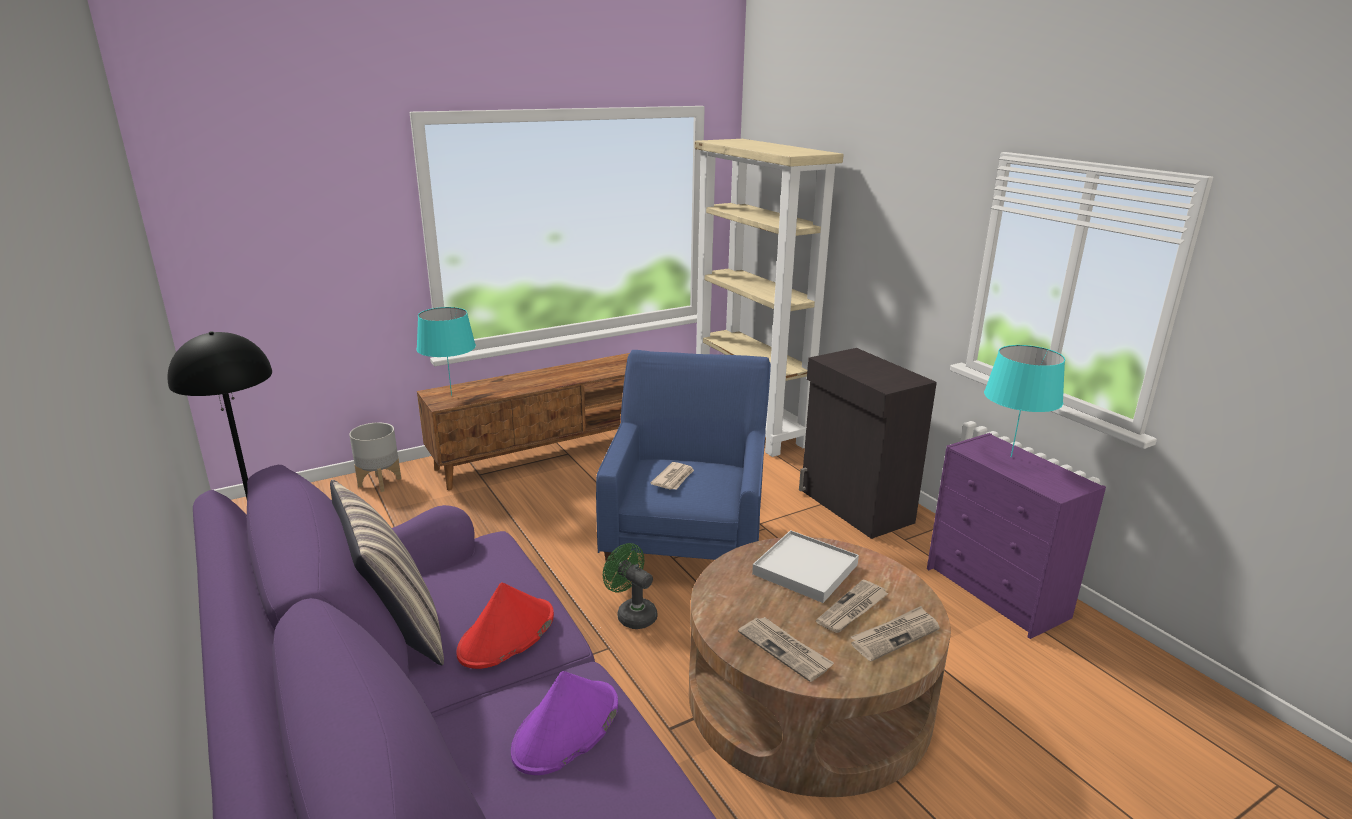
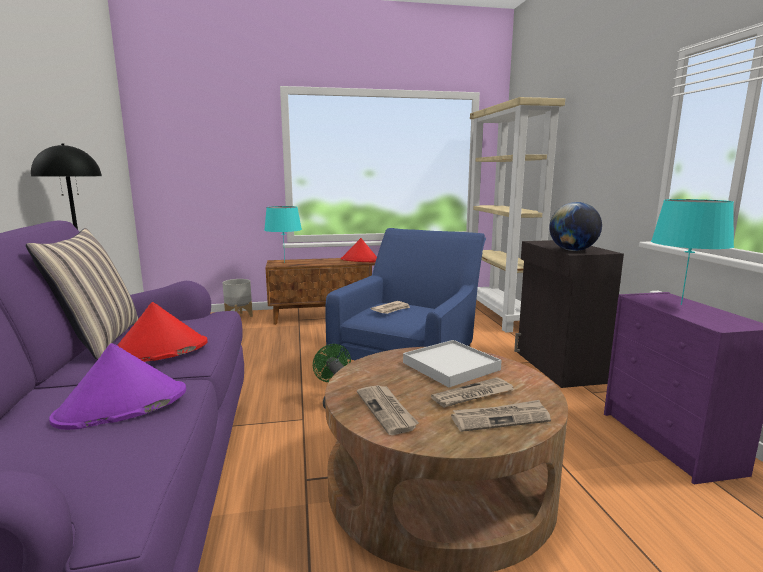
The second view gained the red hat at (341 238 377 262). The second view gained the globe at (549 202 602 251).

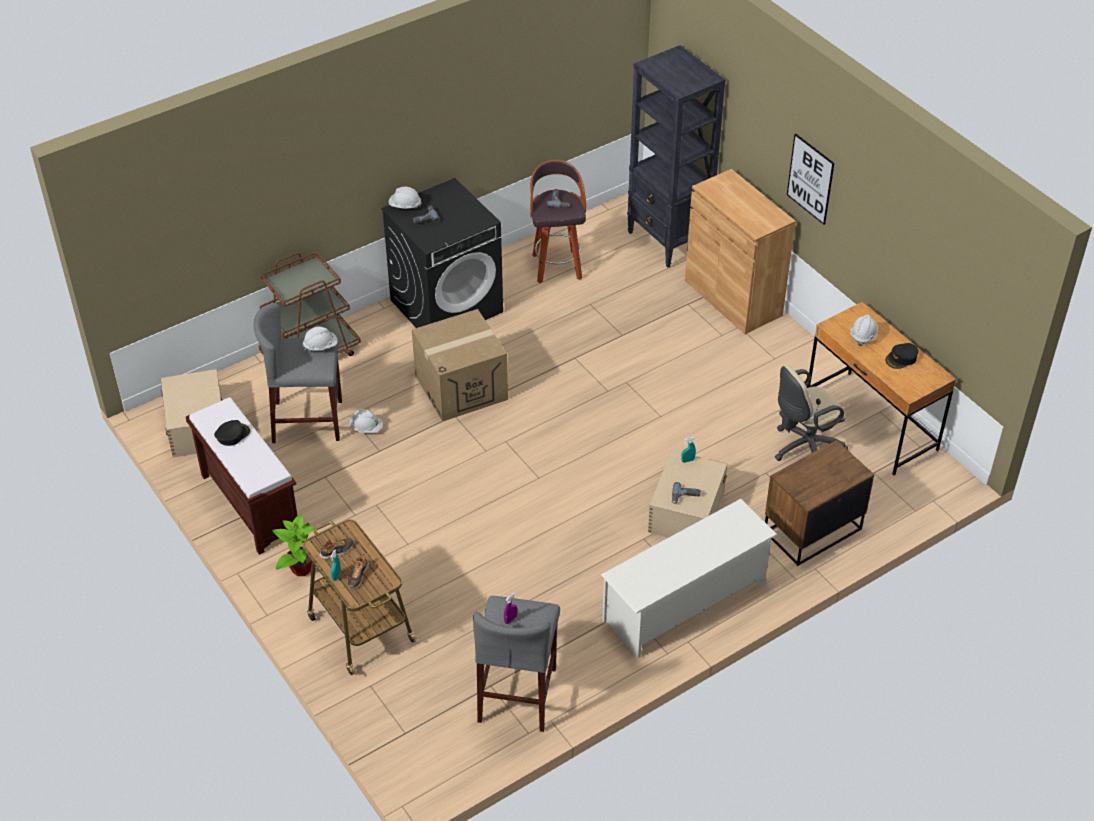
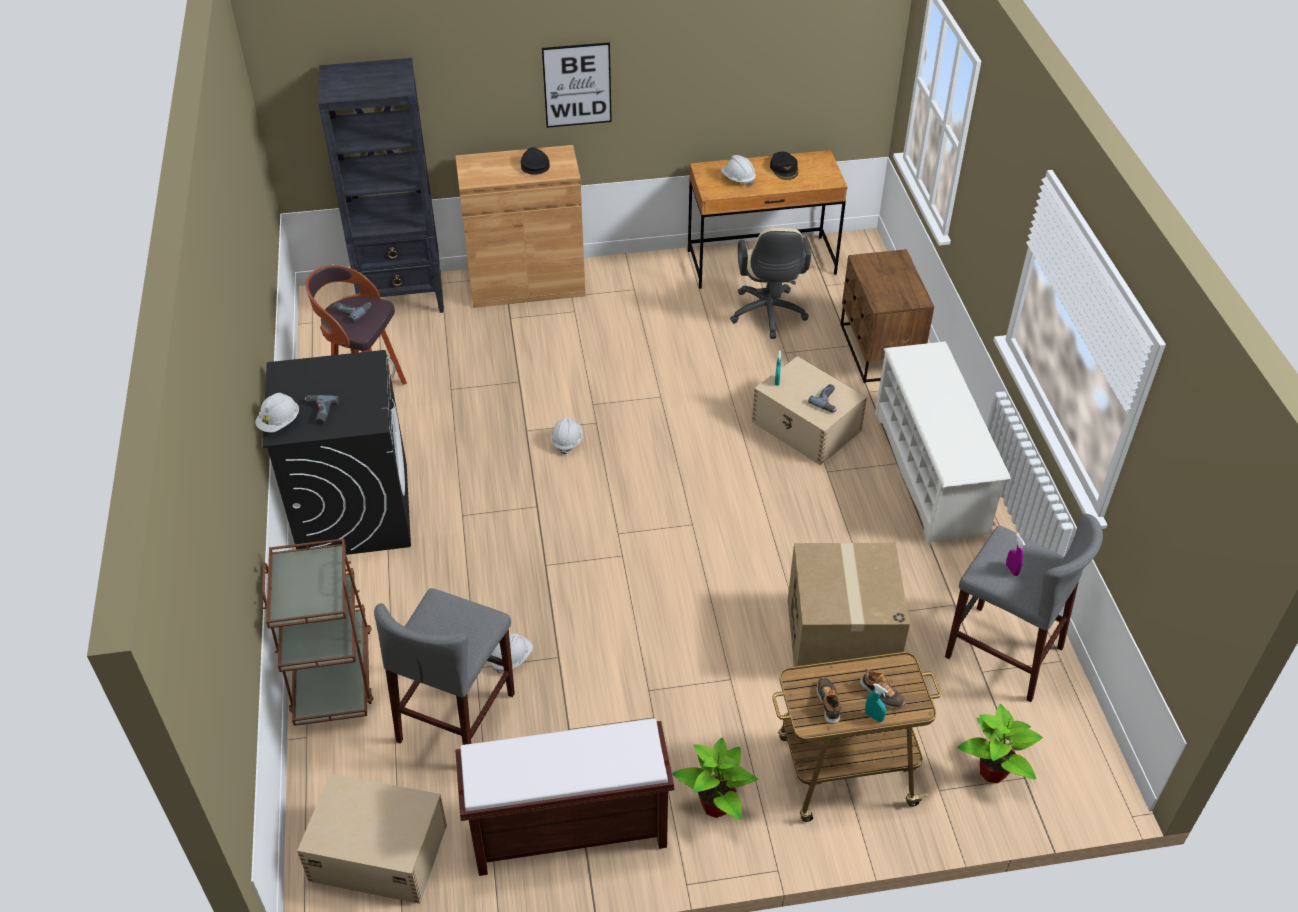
The second view gained the potted plant at (957 704 1043 783). The black cap ended up elsewhere, having gone from (214 420 250 446) to (521 147 550 175). The white hard hat ended up elsewhere, having gone from (303 327 338 351) to (551 417 583 454). The cardboard box ended up elsewhere, having gone from (412 309 508 422) to (788 543 910 681).

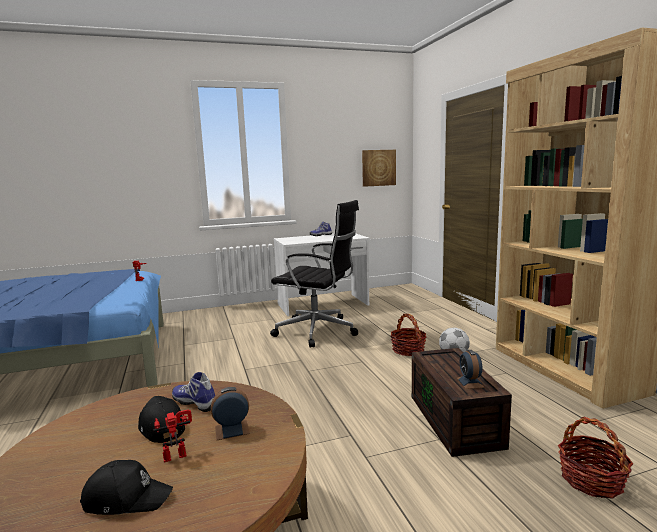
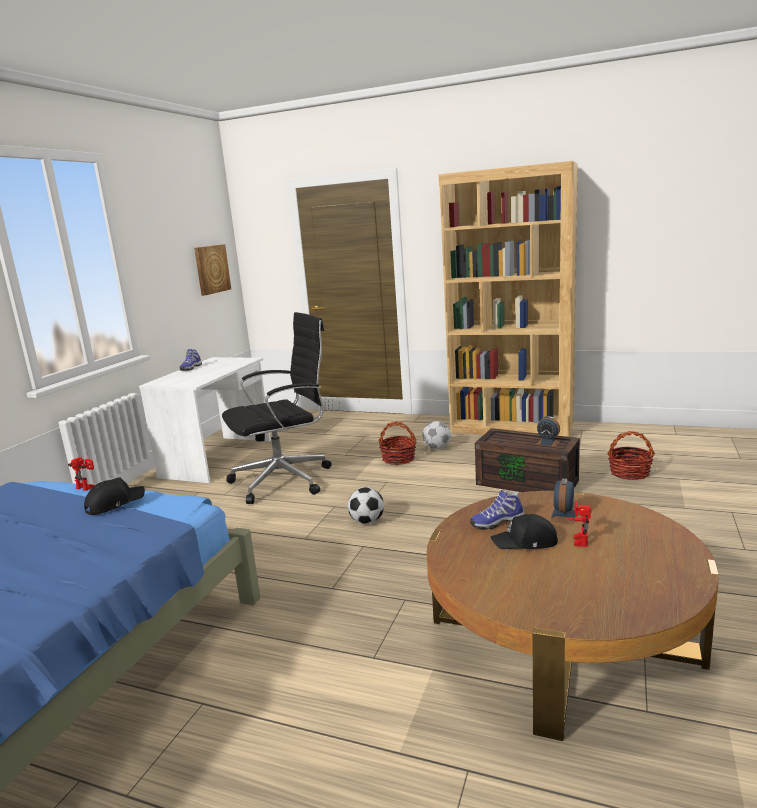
The second view gained the football at (348 487 384 524). The black cap ended up elsewhere, having gone from (80 460 173 515) to (84 477 145 515).

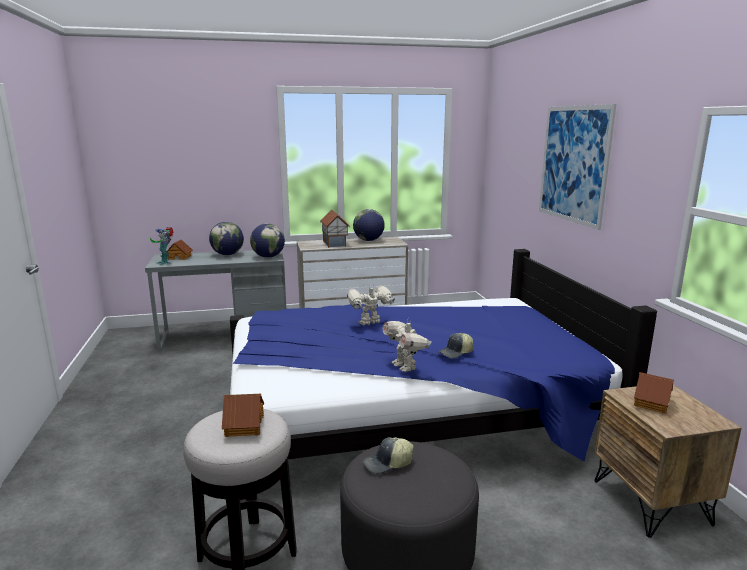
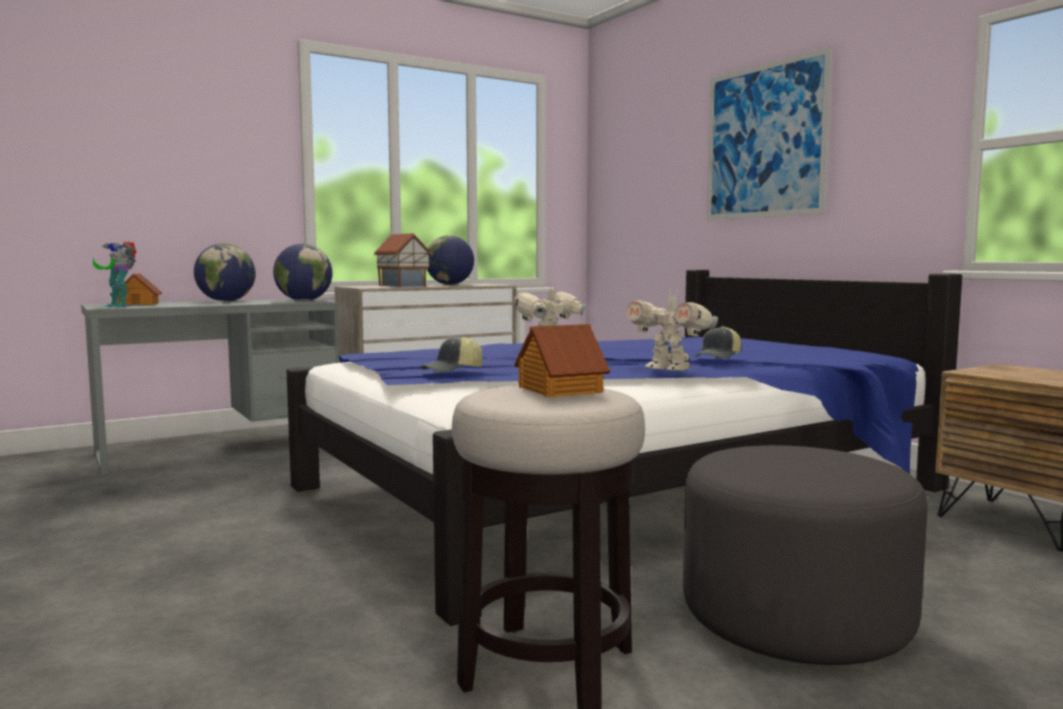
The second view lost the toy house at (634 372 674 414). The cap ended up elsewhere, having gone from (363 437 414 474) to (420 336 483 372).

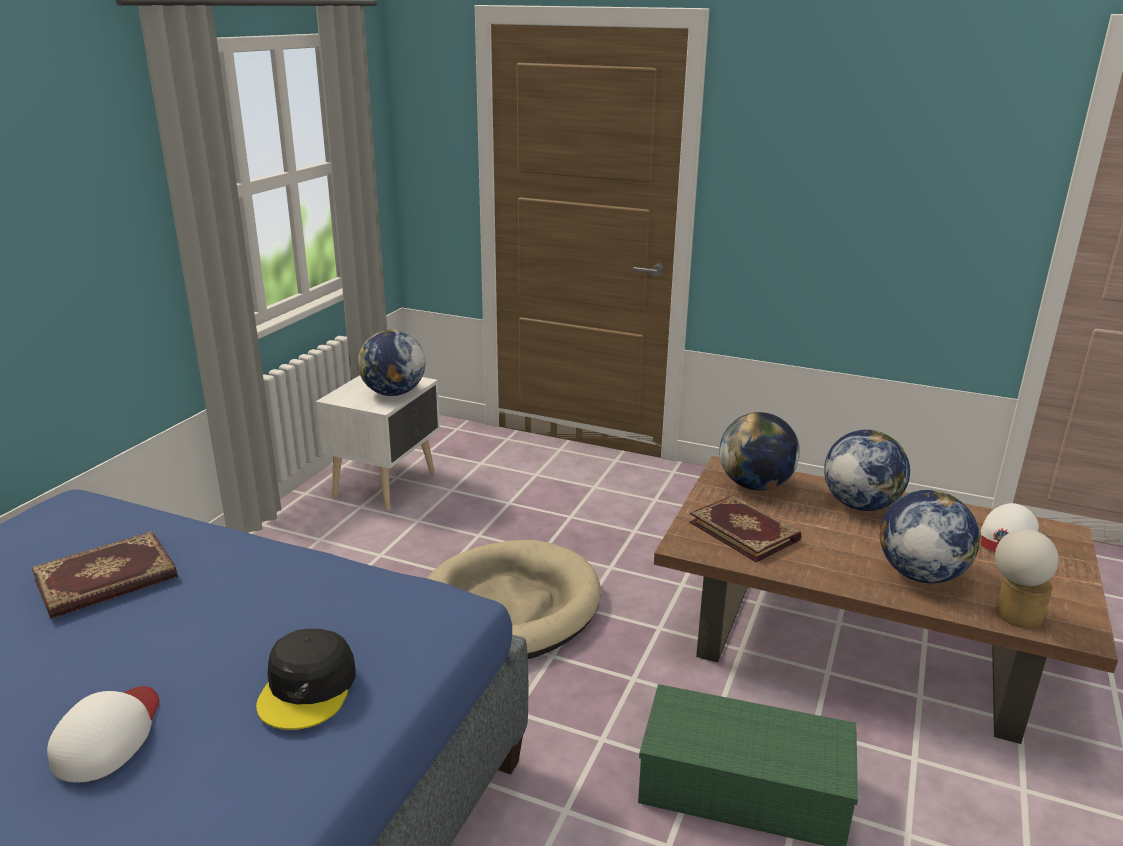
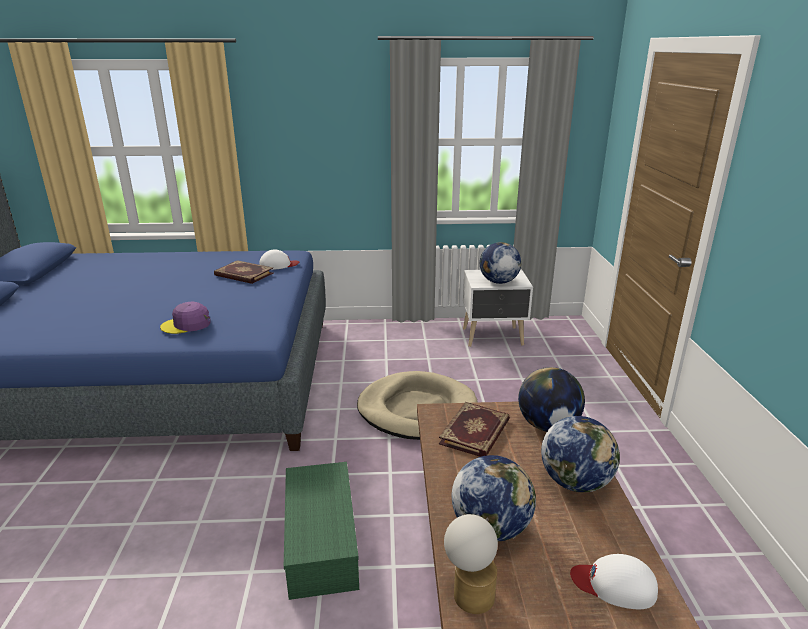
The white cap ended up elsewhere, having gone from (47 686 159 782) to (259 250 299 270). What was the black cap at (256 629 356 730) turned into the purple cap at (160 302 211 334).

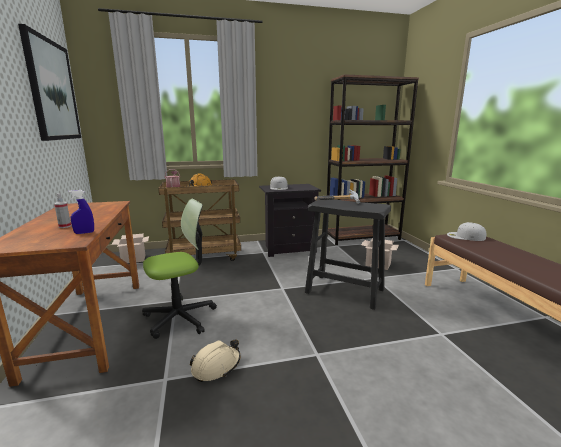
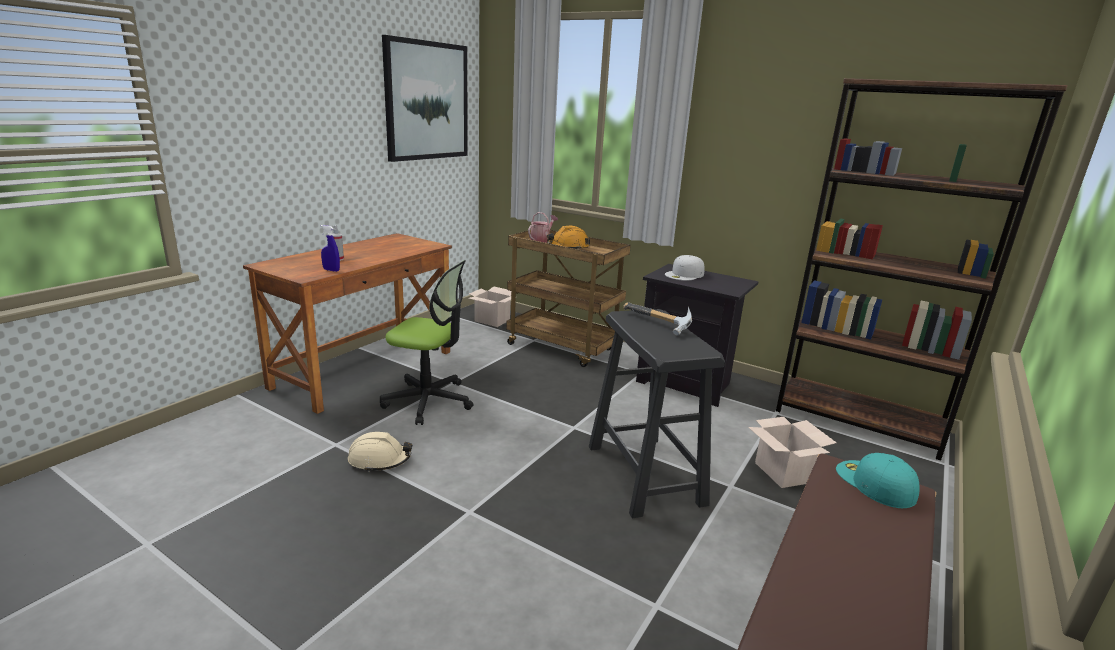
What was the white cap at (447 222 486 241) turned into the turquoise cap at (836 453 920 508).

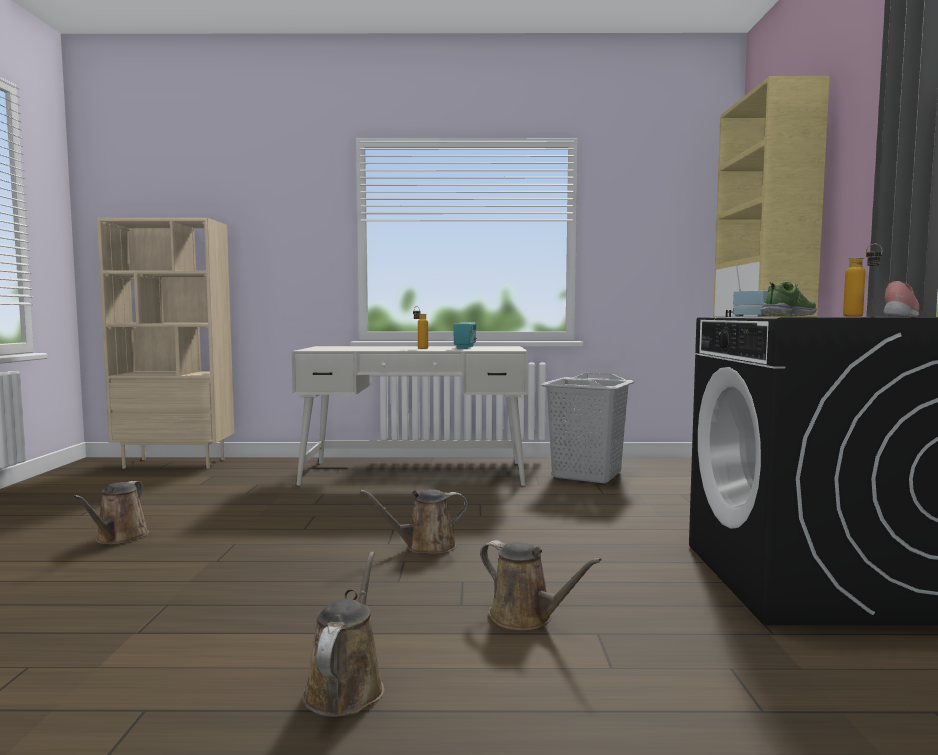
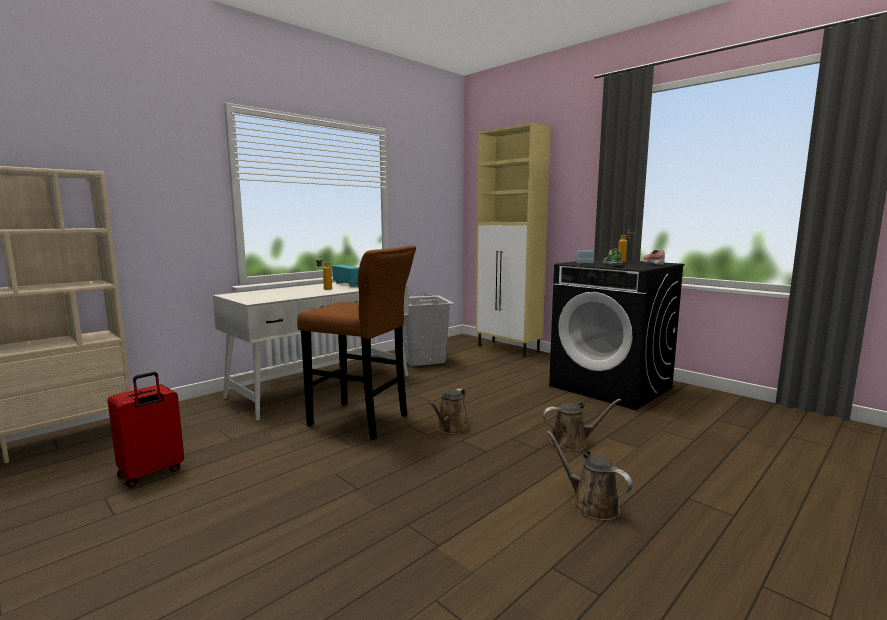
The second view lost the brown watering can at (73 481 149 544). The second view gained the red suitcase at (107 372 184 487). The second view gained the brown stool at (297 245 416 440).

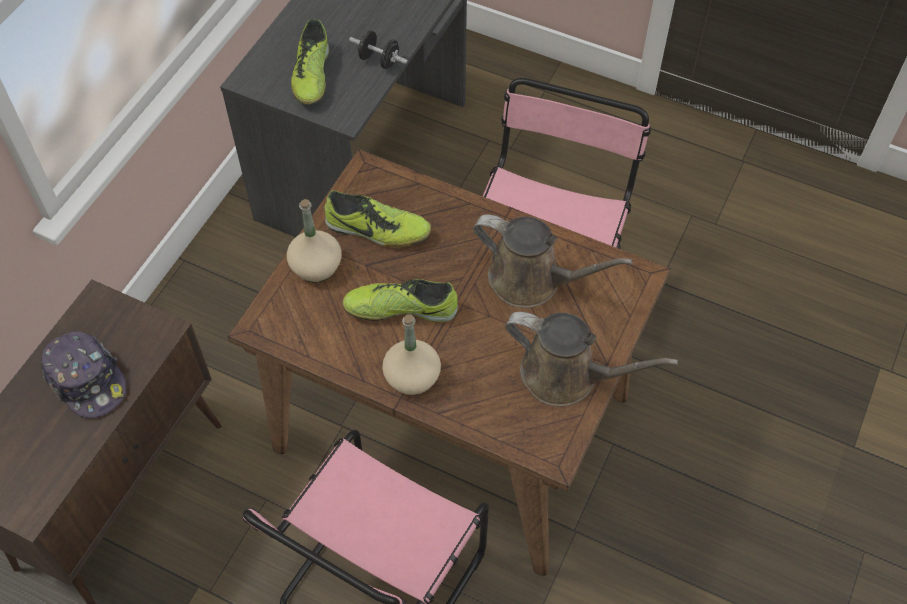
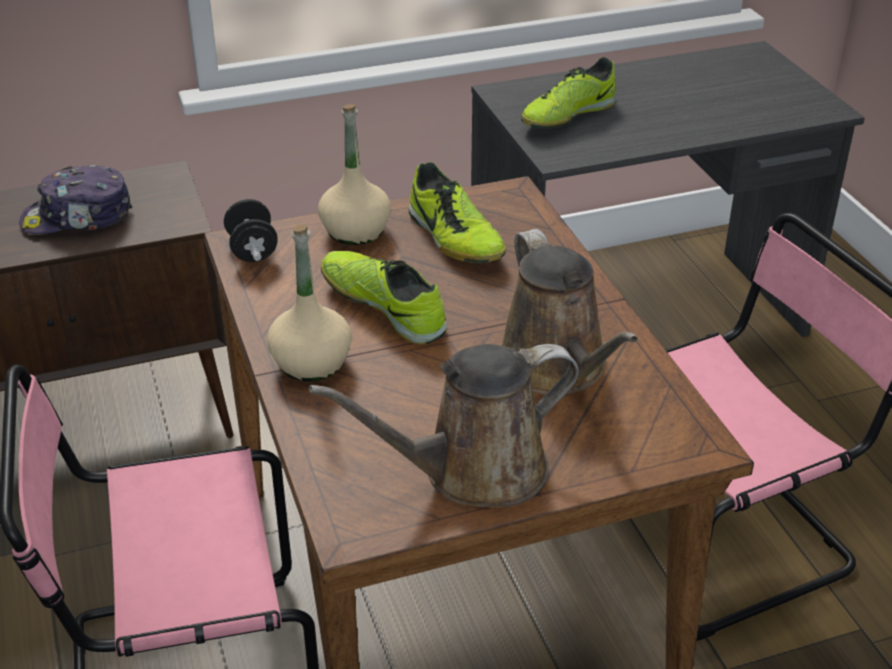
The black dumbbell ended up elsewhere, having gone from (349 31 408 69) to (224 199 278 262). The cap at (41 331 127 418) ended up facing another way, 75 degrees clockwise from before. The brown watering can at (505 312 678 407) ended up facing another way, 90 degrees clockwise from before.

